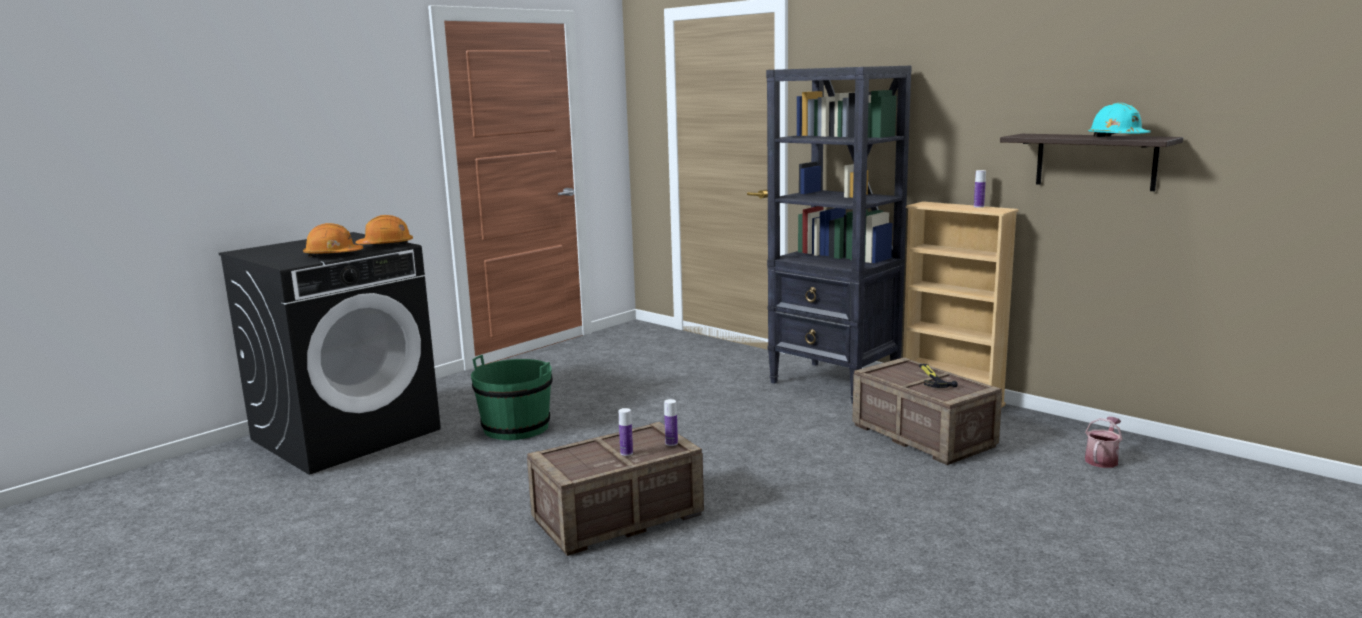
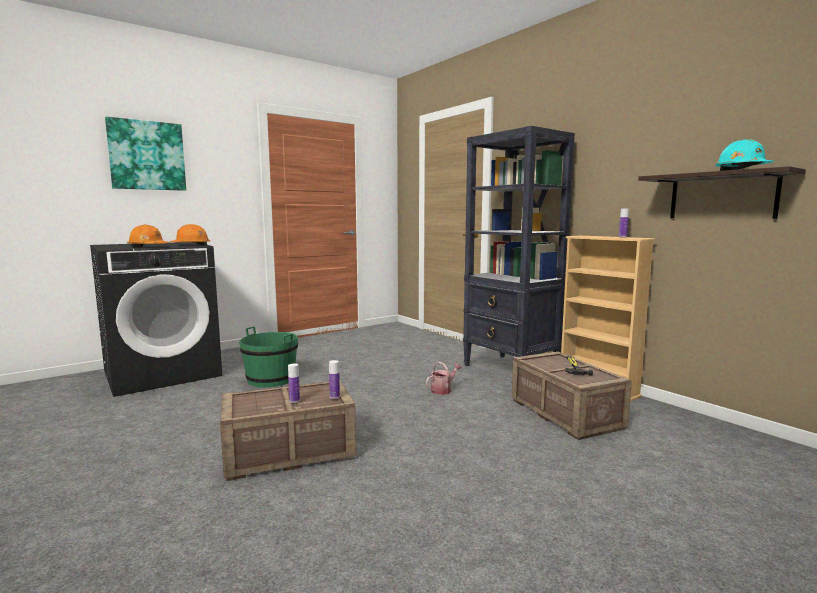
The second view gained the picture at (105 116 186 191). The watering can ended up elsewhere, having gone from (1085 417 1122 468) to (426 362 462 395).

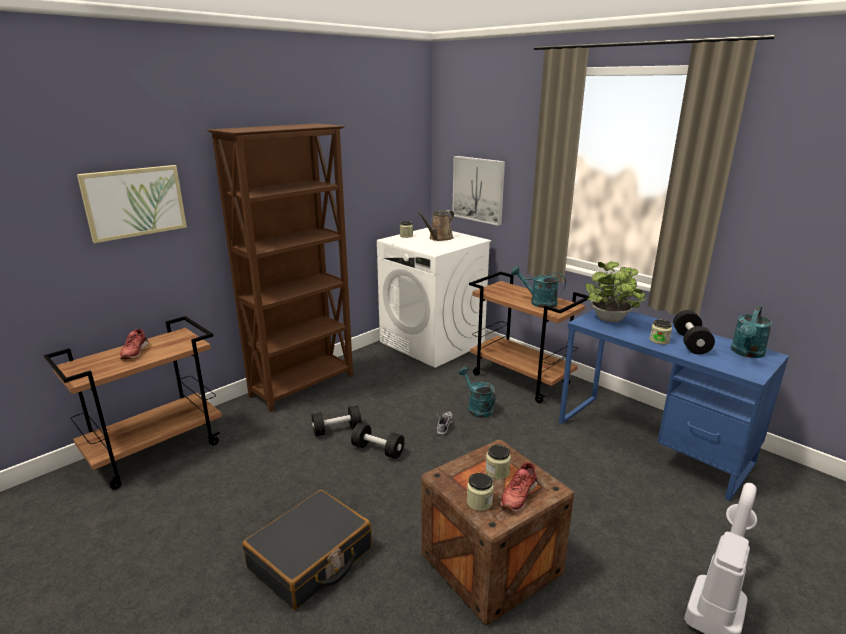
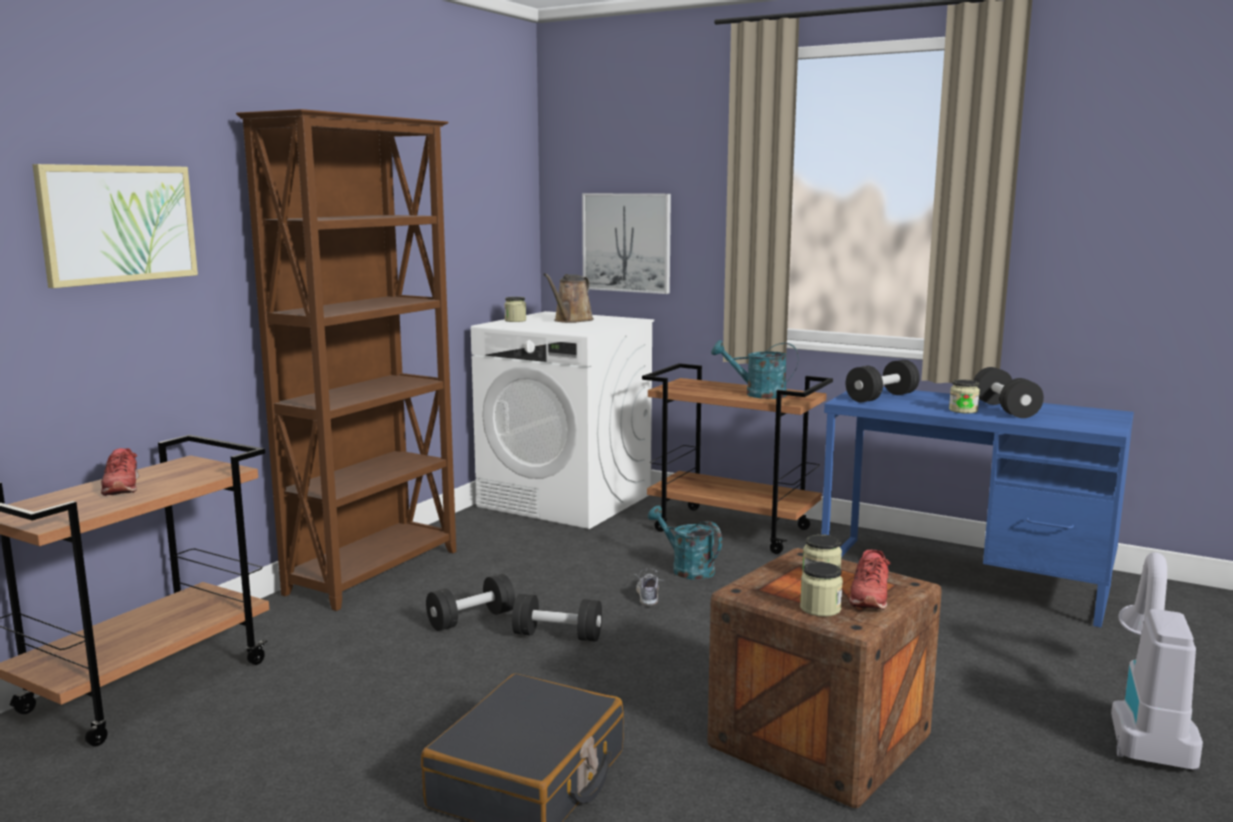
The second view lost the turquoise watering can at (731 306 773 358). Where the potted plant stood at (585 262 646 322), the black dumbbell came to stand at (846 360 920 402).

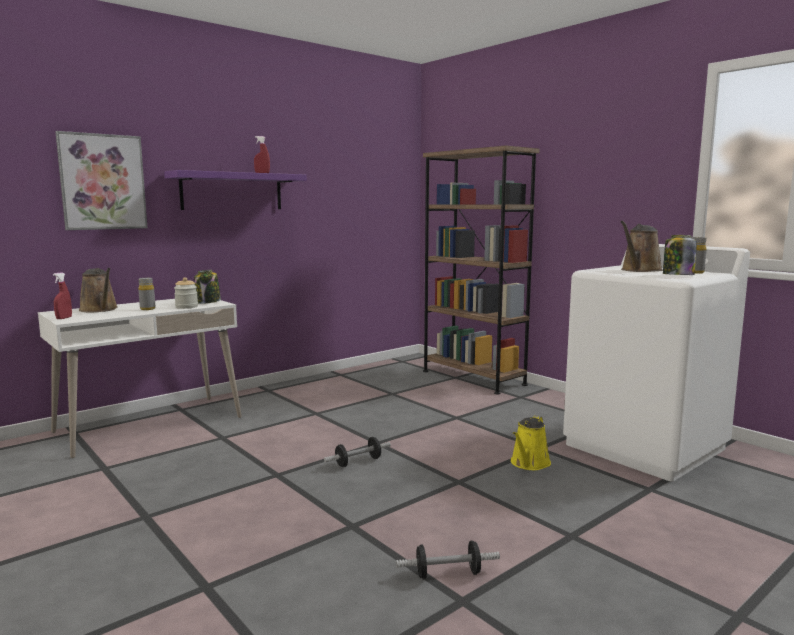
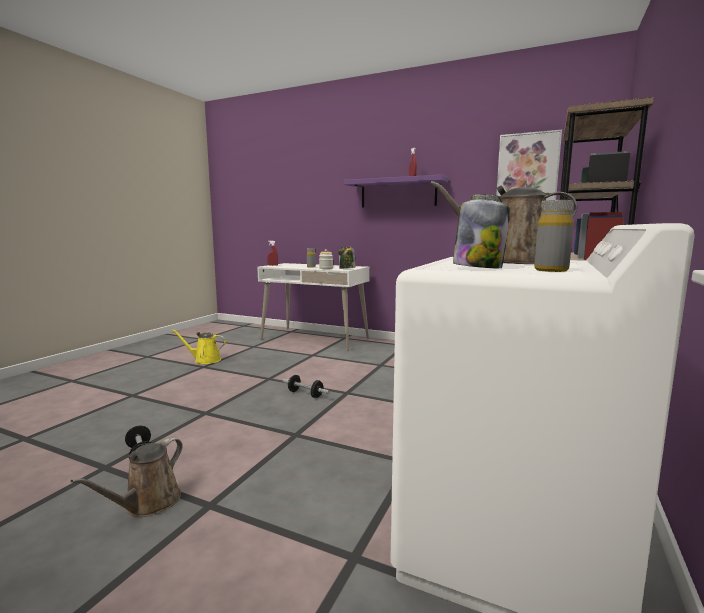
The picture ended up elsewhere, having gone from (55 131 148 230) to (496 130 562 200). The brown watering can ended up elsewhere, having gone from (79 268 118 312) to (71 438 183 517). The yellow watering can ended up elsewhere, having gone from (511 416 551 470) to (172 329 226 364).

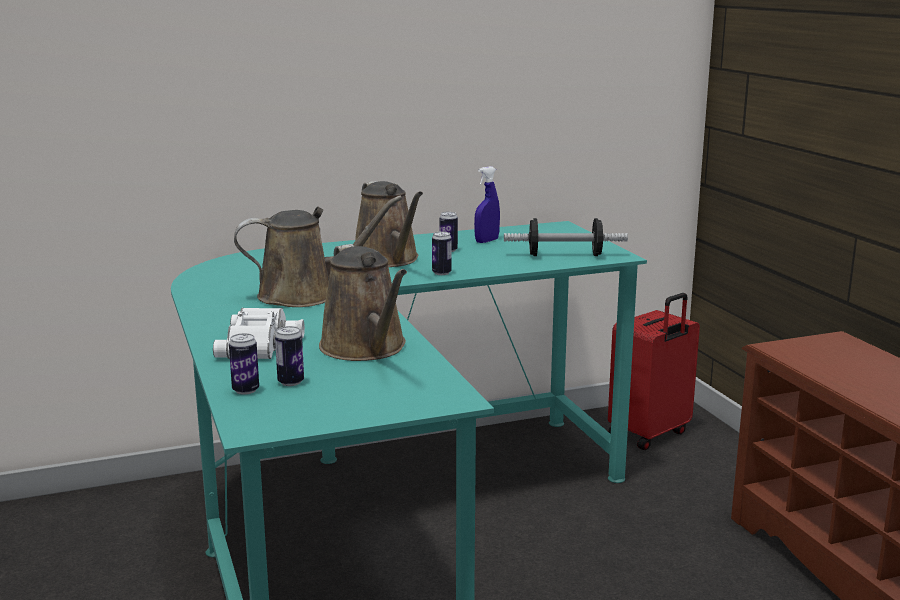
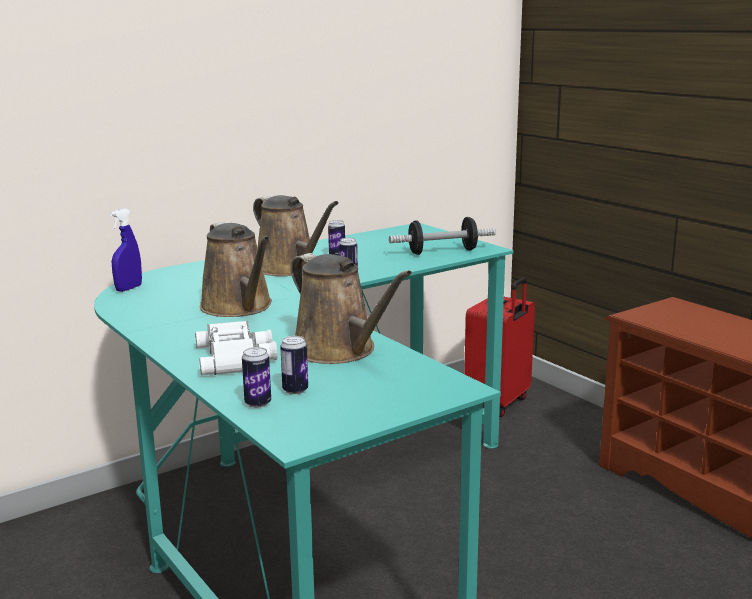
The blue spray bottle ended up elsewhere, having gone from (474 166 500 243) to (110 209 142 292). The brown watering can at (234 195 402 307) ended up facing another way, 90 degrees clockwise from before.

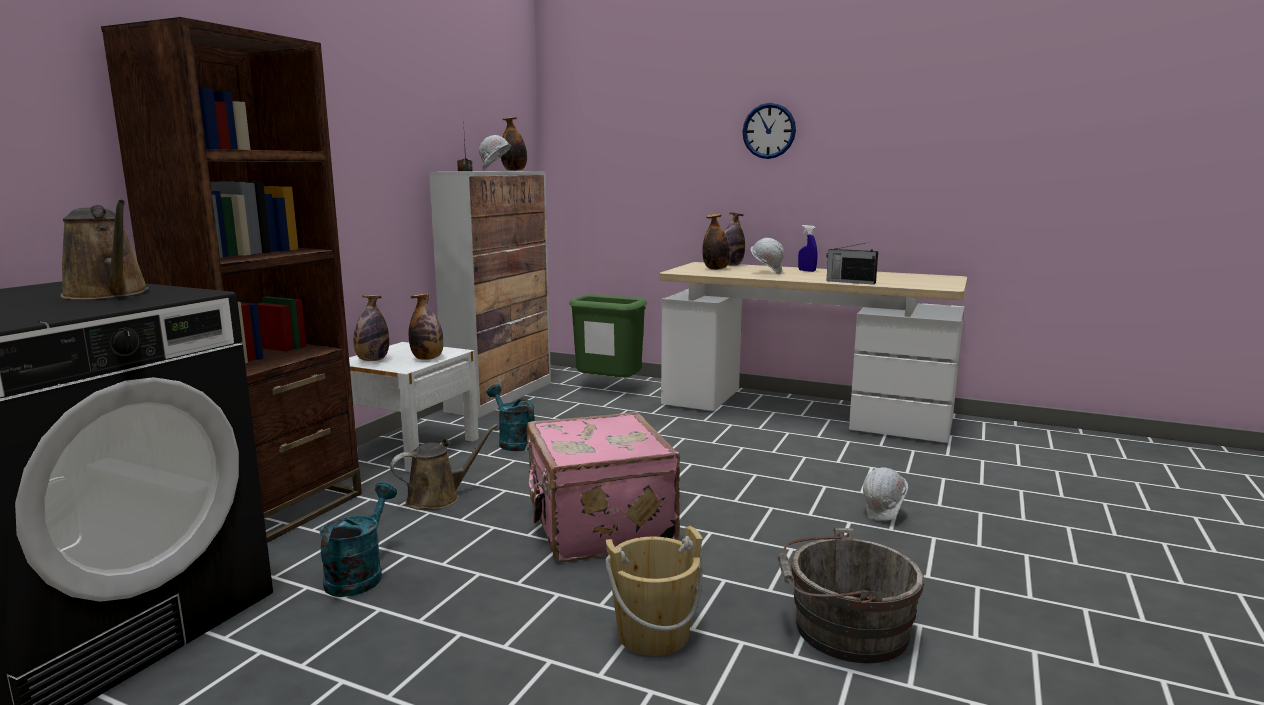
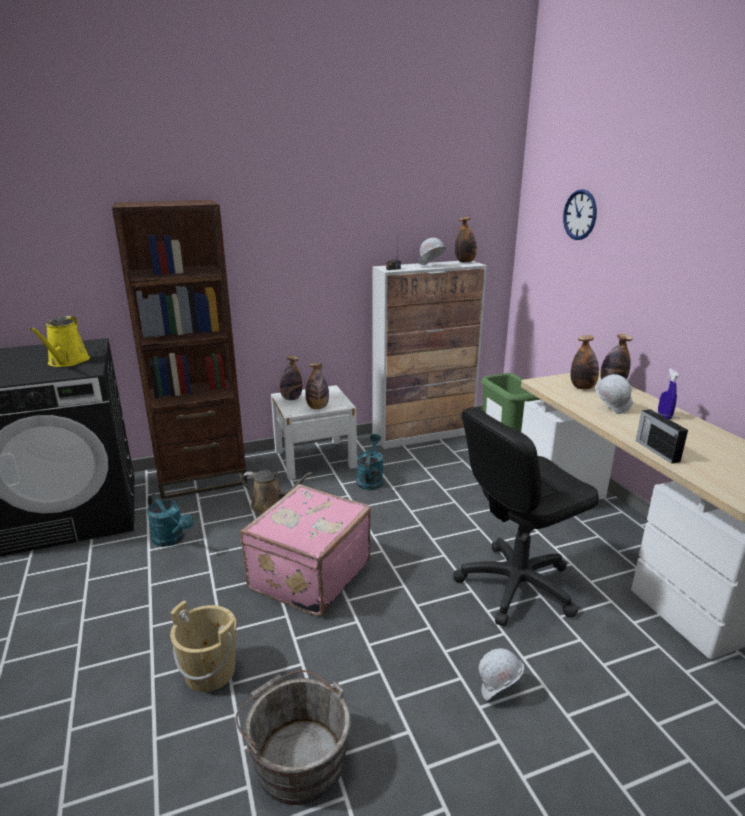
The second view gained the black office chair at (453 407 599 626). The wall clock ended up elsewhere, having gone from (742 103 796 159) to (563 189 597 240). What was the brown watering can at (61 199 149 300) turned into the yellow watering can at (29 316 90 367). The turquoise watering can at (320 482 397 597) ended up facing another way, 75 degrees clockwise from before.

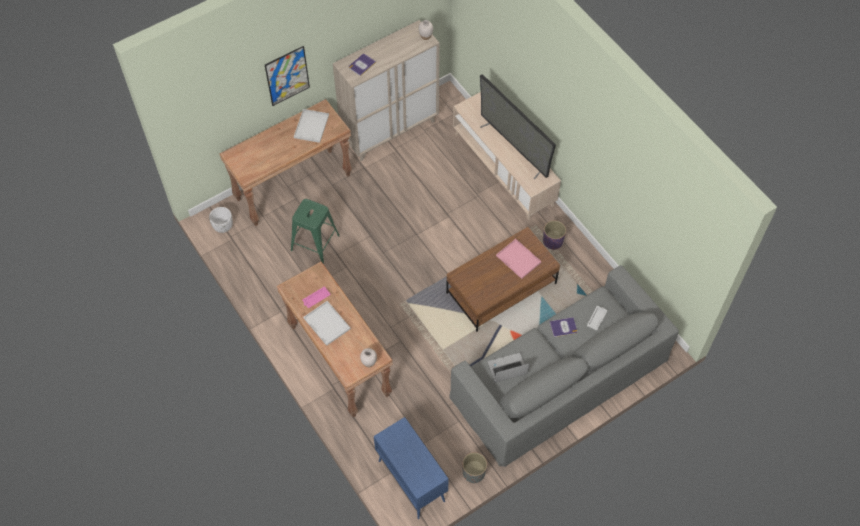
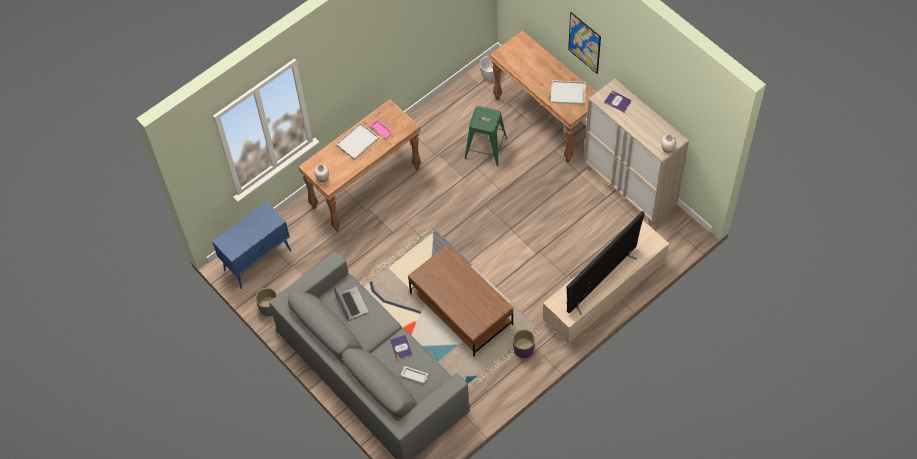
The second view lost the pink tray at (496 239 541 279).

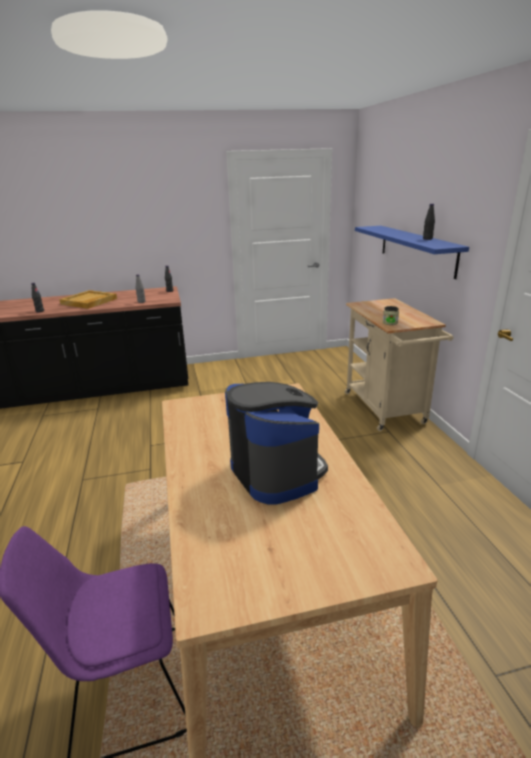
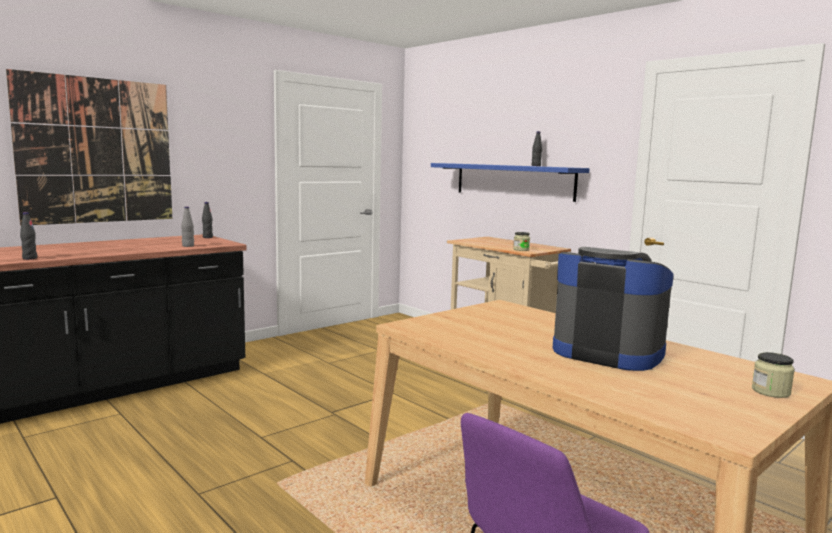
The second view lost the beige tray at (59 290 117 309). The second view gained the picture at (6 69 172 226). The second view gained the jar at (752 352 795 398).

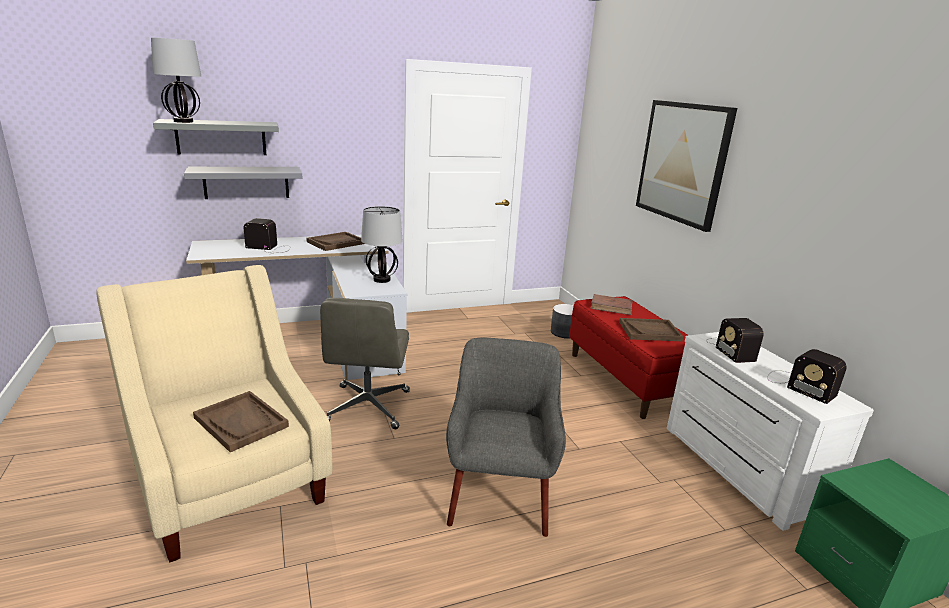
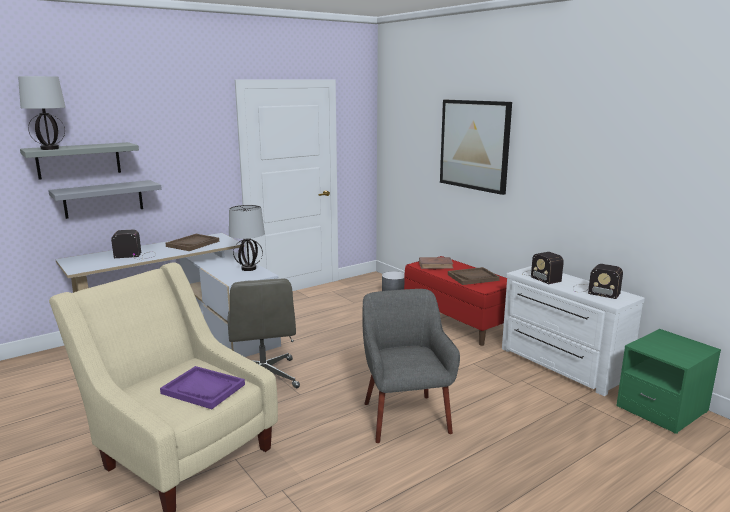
What was the brown tray at (193 391 289 452) turned into the purple tray at (160 366 245 409).

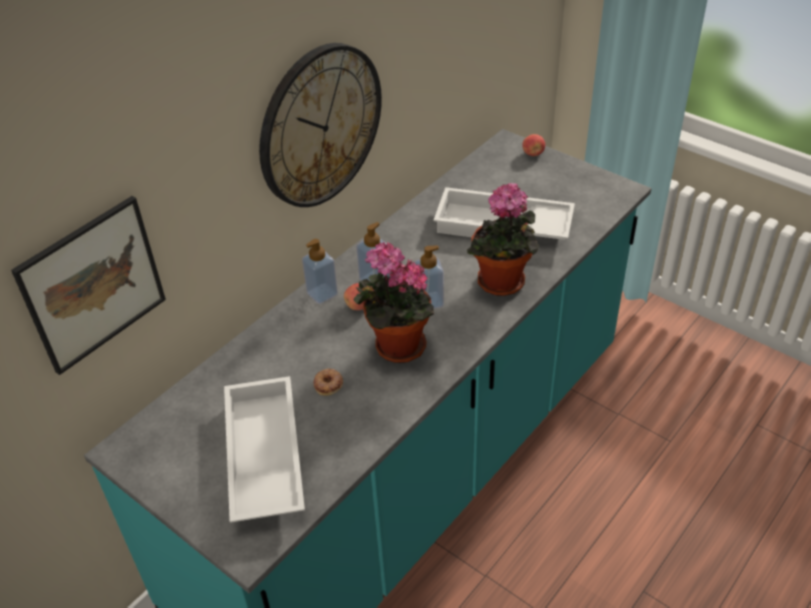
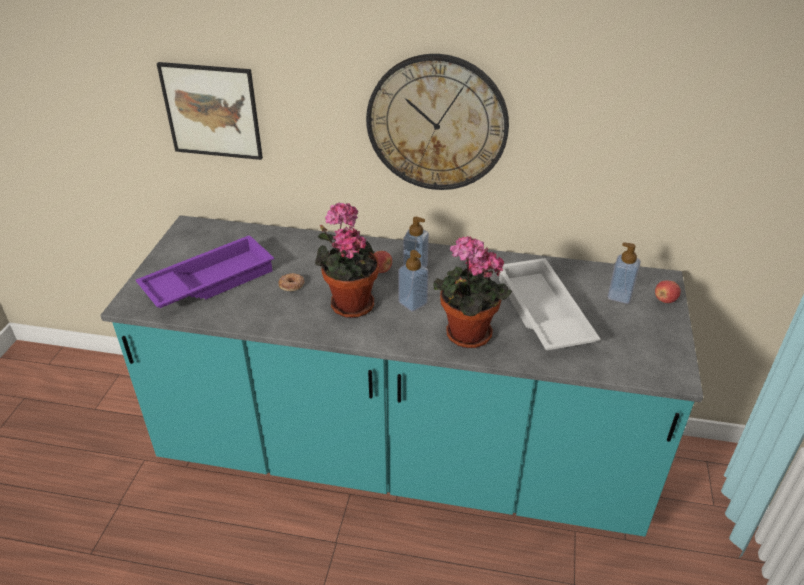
The soap dispenser ended up elsewhere, having gone from (302 239 338 304) to (607 242 641 304). What was the white tray at (224 376 305 523) turned into the purple tray at (136 235 274 308).

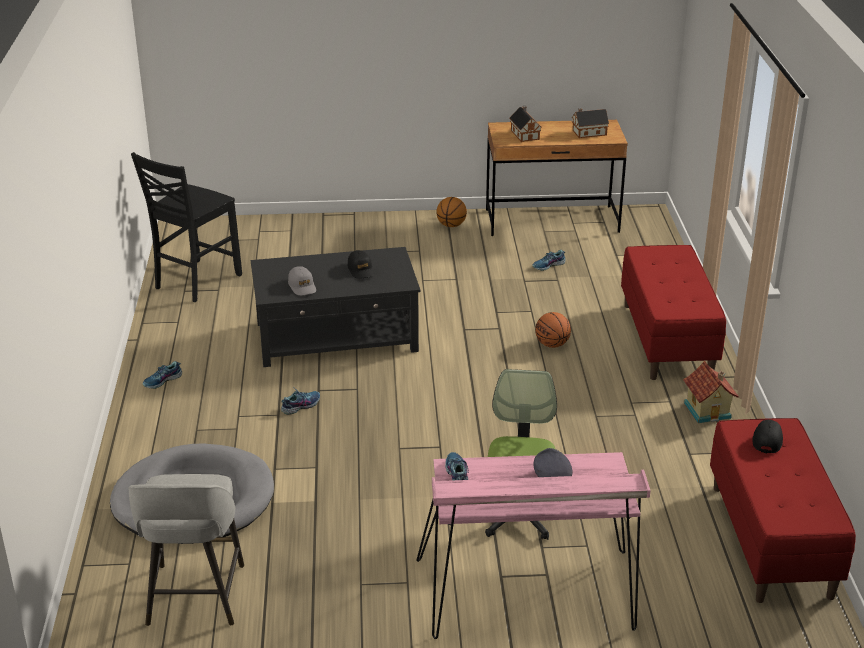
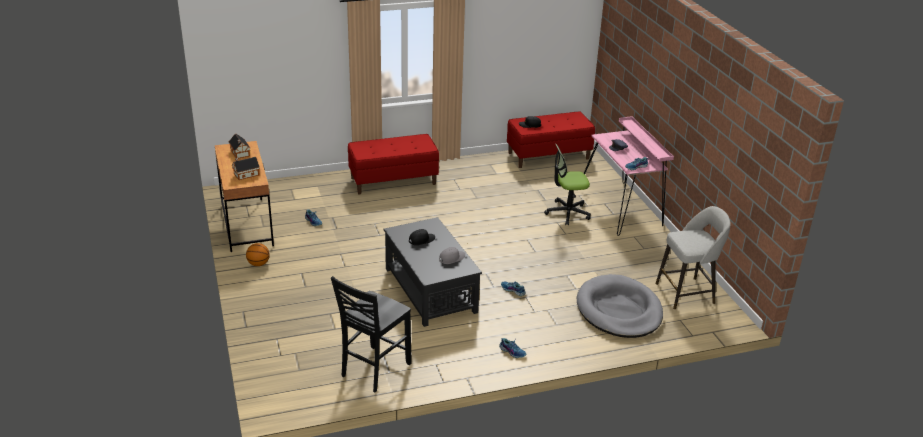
The second view lost the basketball at (535 312 571 348). The second view lost the toy house at (683 360 739 423). The black chair at (131 152 242 302) ended up facing another way, 105 degrees clockwise from before.

